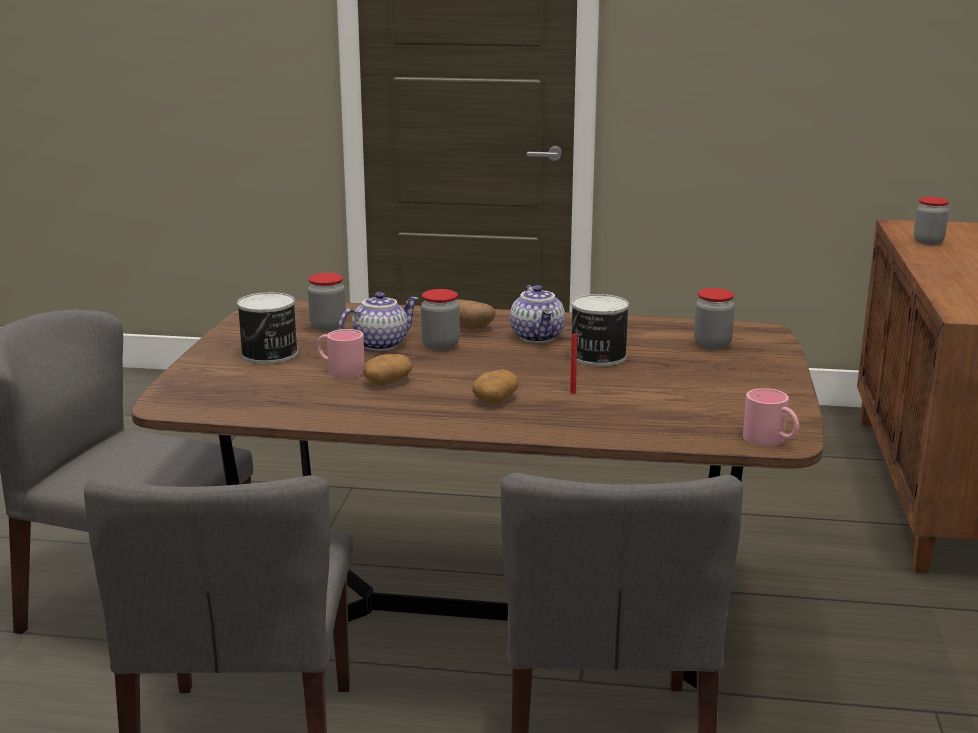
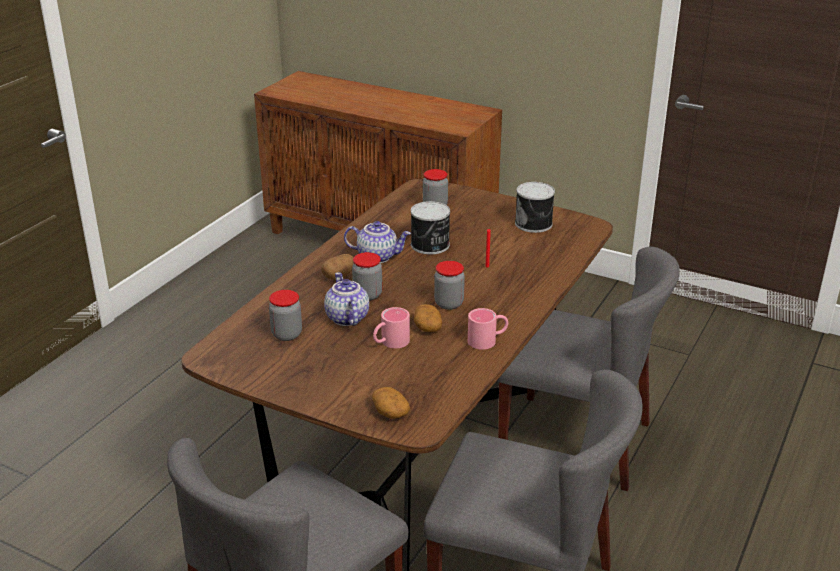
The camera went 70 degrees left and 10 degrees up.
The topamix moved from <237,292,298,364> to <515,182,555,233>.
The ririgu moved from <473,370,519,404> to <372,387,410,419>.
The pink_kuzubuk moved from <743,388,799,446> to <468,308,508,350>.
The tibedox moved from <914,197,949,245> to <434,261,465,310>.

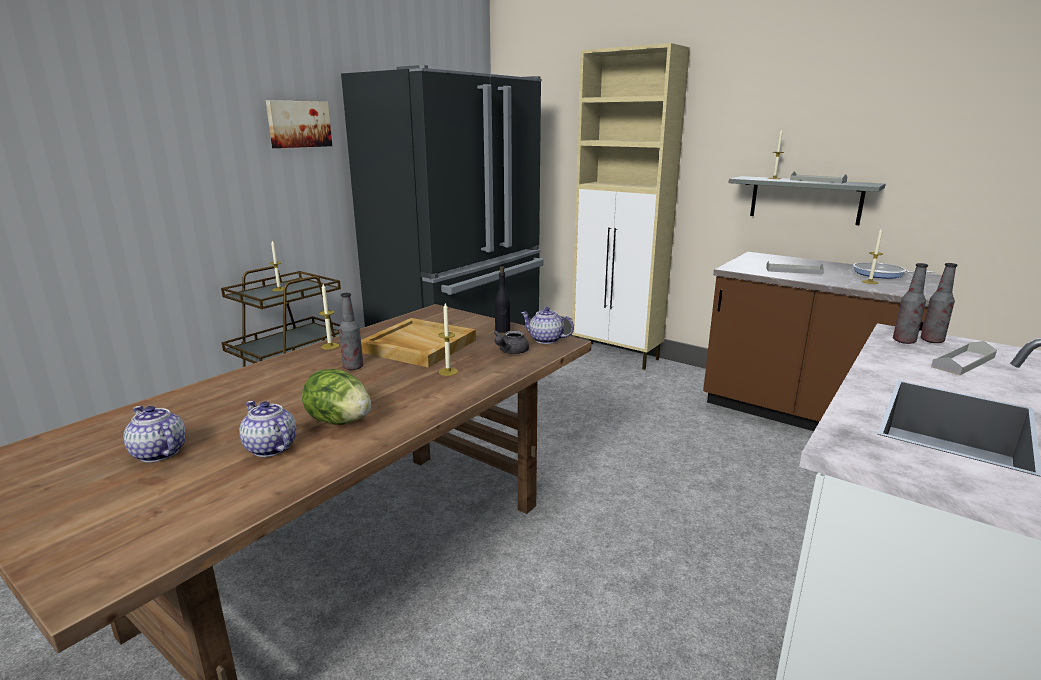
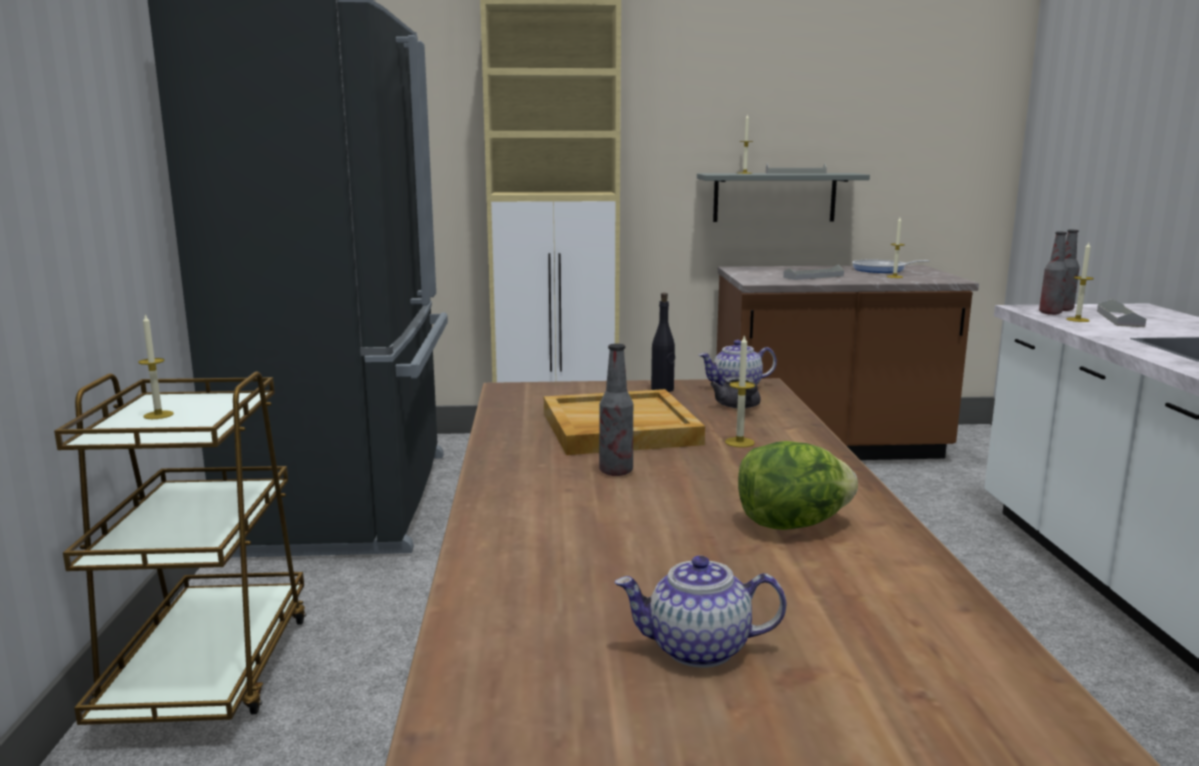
The camera went 40 degrees left and 5 degrees down.
The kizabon at <239,401,296,457> disappeared.
The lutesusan at <266,100,332,148> disappeared.
The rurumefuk moved from <319,284,339,349> to <1066,242,1094,322>.

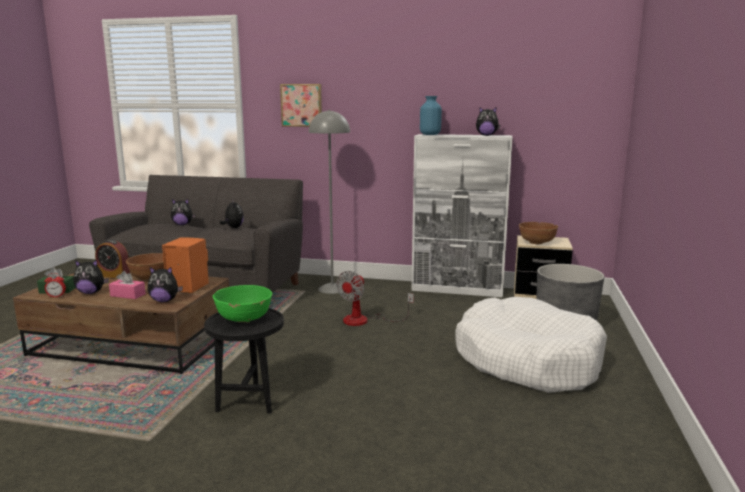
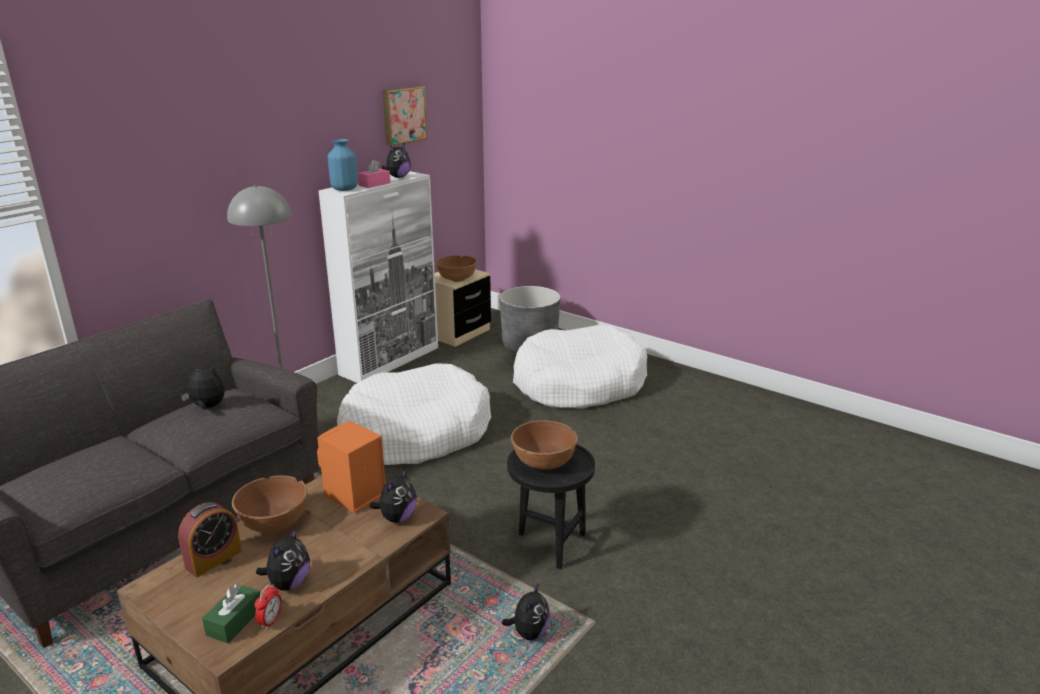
The camera went 65 degrees left and 10 degrees up.
The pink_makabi moved from <109,271,146,299> to <358,160,390,188>.
The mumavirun moved from <171,199,196,225> to <502,583,550,640>.
The lutesusan moved from <280,84,322,127> to <383,86,428,146>.
The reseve at <336,271,414,326> was replaced by the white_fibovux at <337,363,491,465>.
The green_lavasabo at <213,285,272,323> became the brown_lavasabo at <511,420,578,470>.

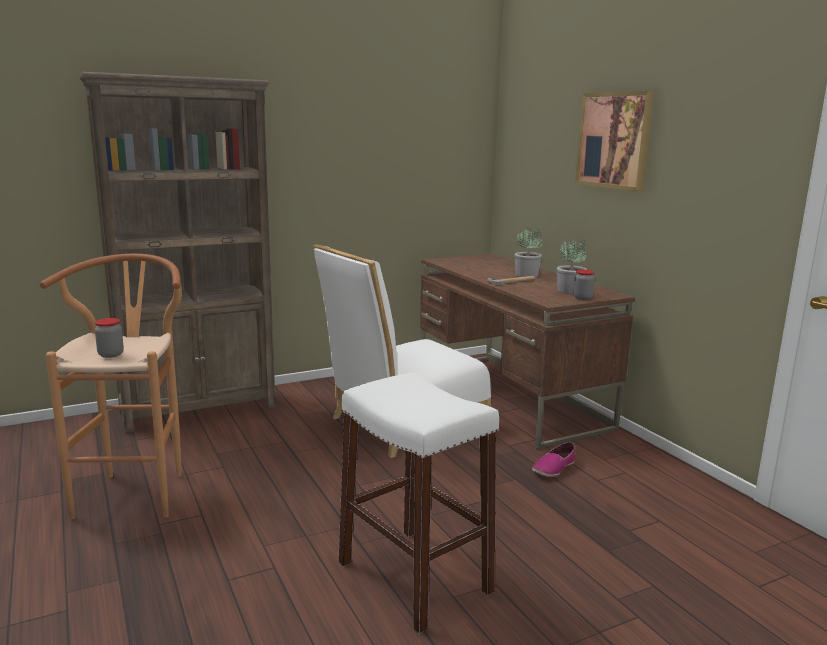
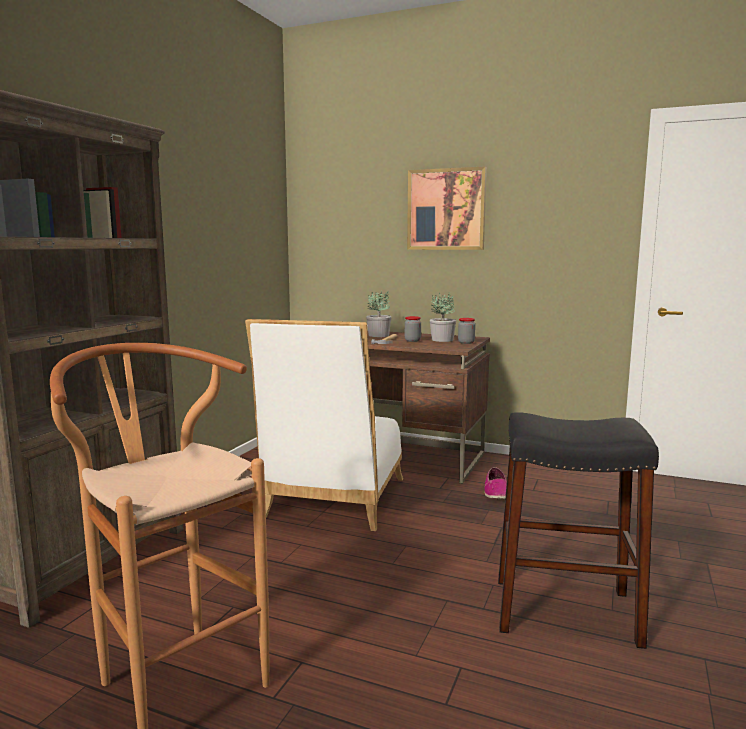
The camera went 40 degrees left and 5 degrees down.
The tibedox moved from <95,318,124,358> to <405,316,421,342>.
The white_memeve at <338,373,499,634> became the black_memeve at <498,412,659,649>.

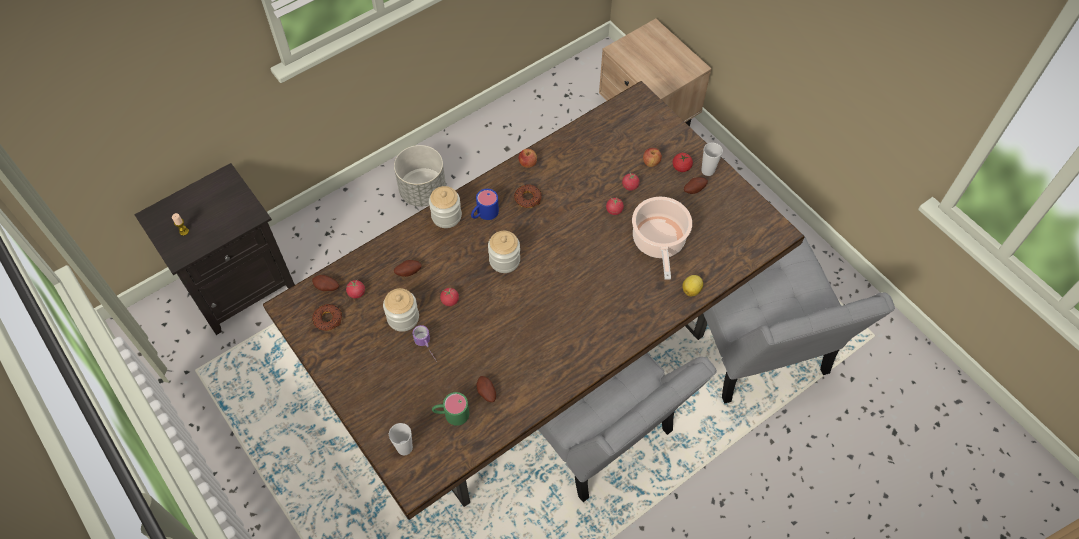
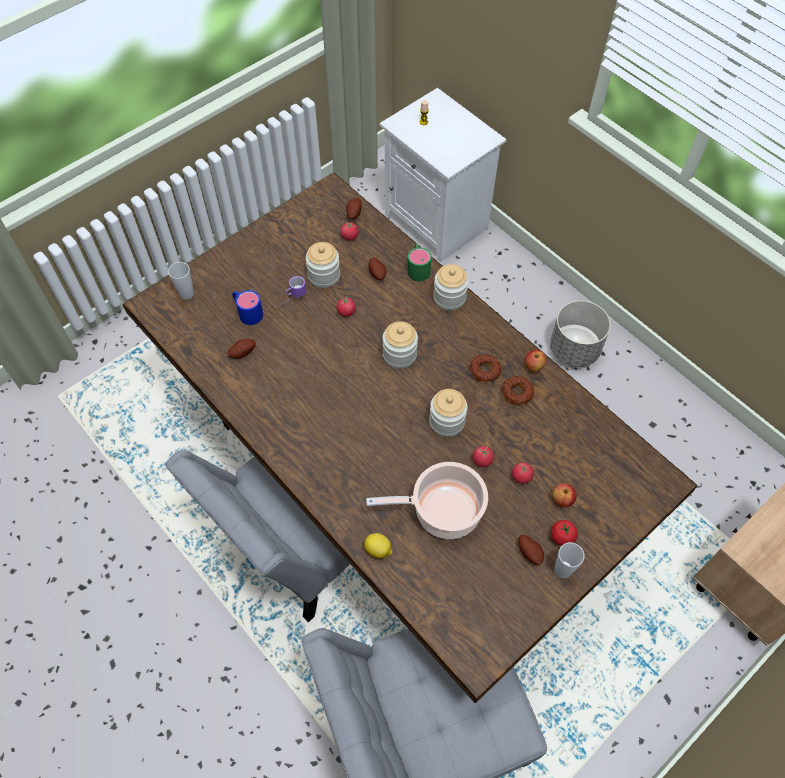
The camera went 85 degrees right and 0 degrees up.
The tibedox at <429,389,468,437> appeared.
The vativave moved from <312,304,342,331> to <502,376,534,404>.
The green_kuzubuk moved from <432,392,469,426> to <407,244,432,281>.
The blue_kuzubuk moved from <471,189,499,220> to <232,290,263,325>.
The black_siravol at <134,163,295,335> became the white_siravol at <380,88,506,262>.

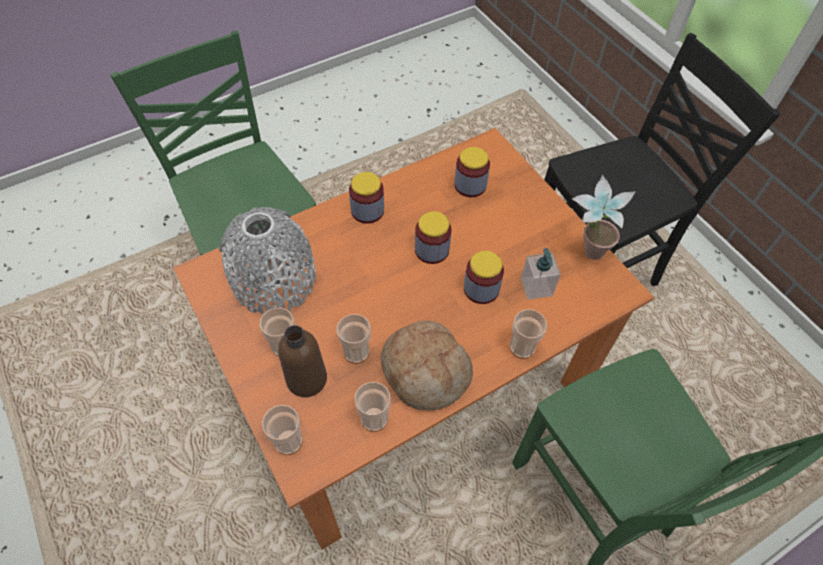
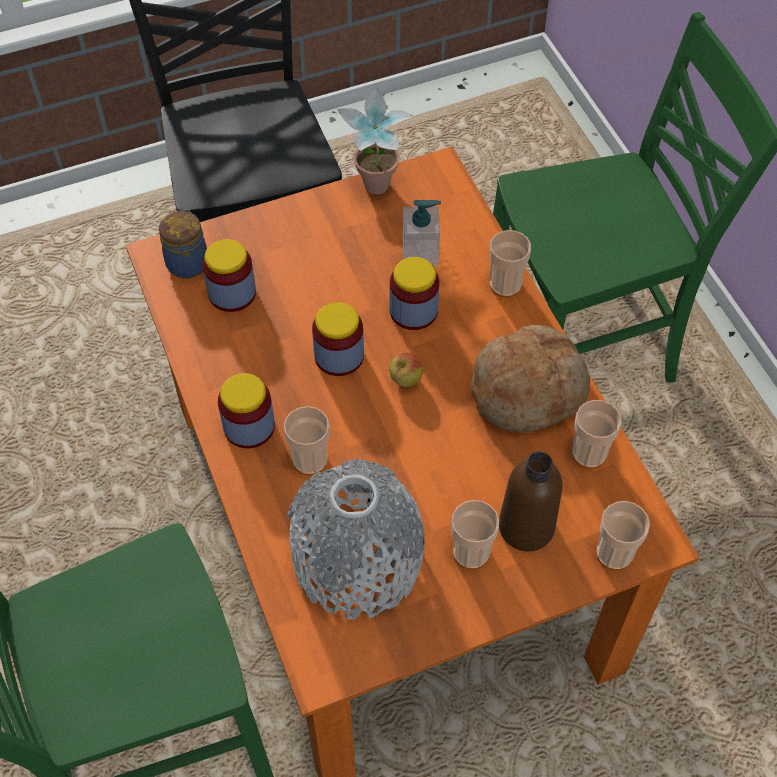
The camera went 80 degrees left and 0 degrees up.
The tibedox at <159,209,207,278> appeared.
The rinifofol at <389,353,423,387> appeared.
The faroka moved from <337,314,371,364> to <284,406,329,475>.

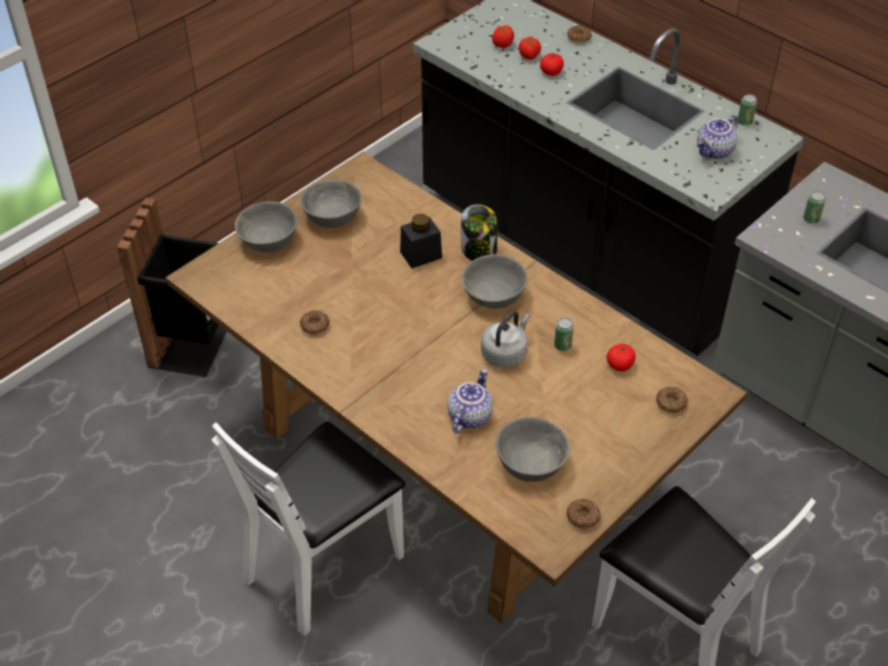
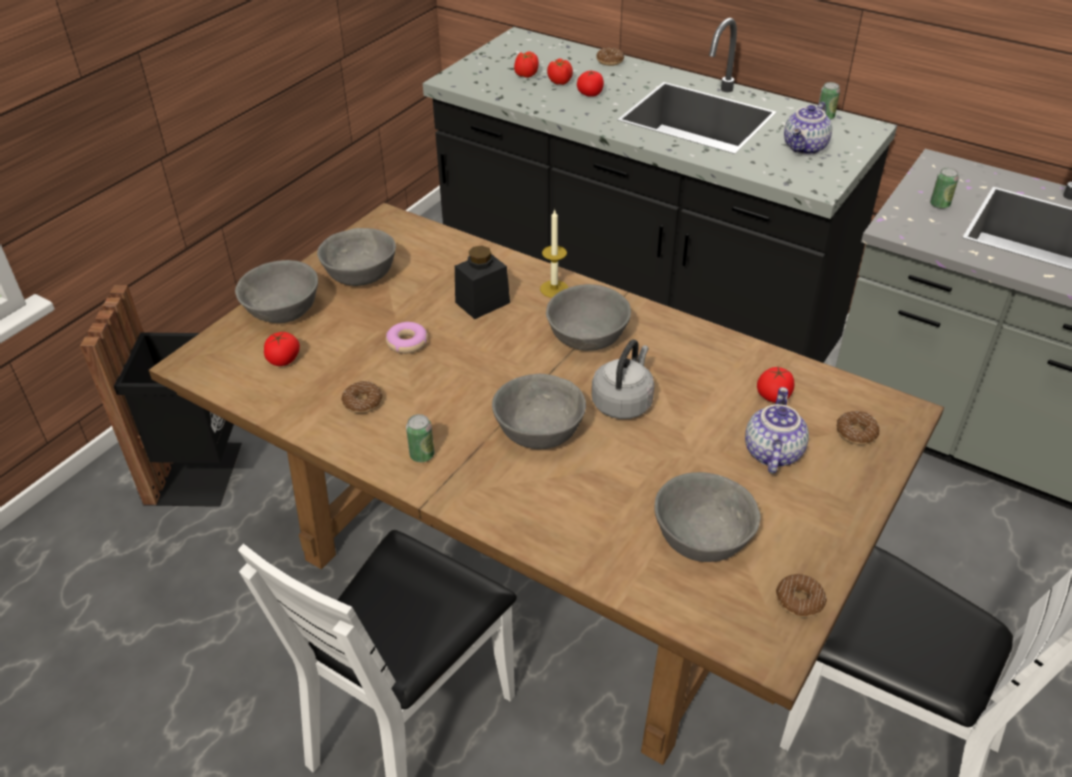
The camera went 10 degrees left and 5 degrees down.
The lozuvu at <264,332,300,366> appeared.
The vativave at <386,322,428,354> appeared.
The grey_lavasabo at <492,374,586,449> appeared.
The kizabon moved from <447,369,493,433> to <745,387,809,474>.
The topamix moved from <554,318,574,351> to <406,414,434,462>.
The tibedox at <461,204,497,261> was replaced by the rurumefuk at <540,209,568,298>.

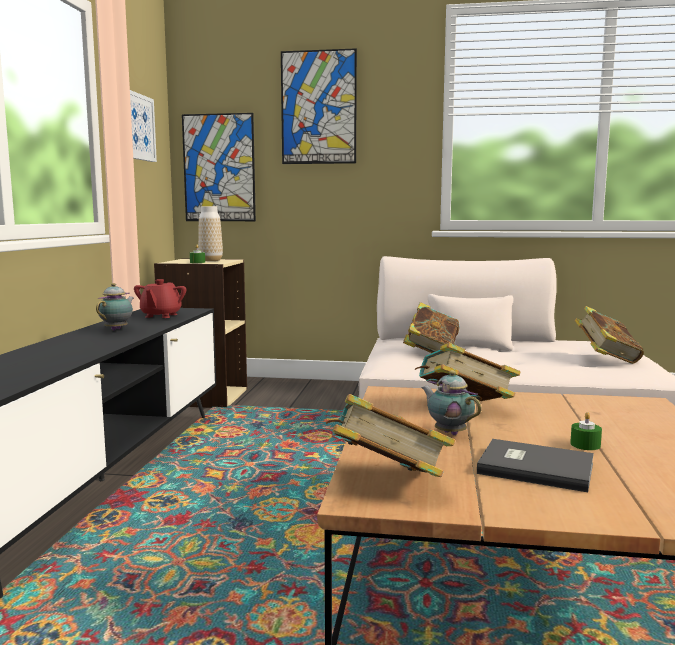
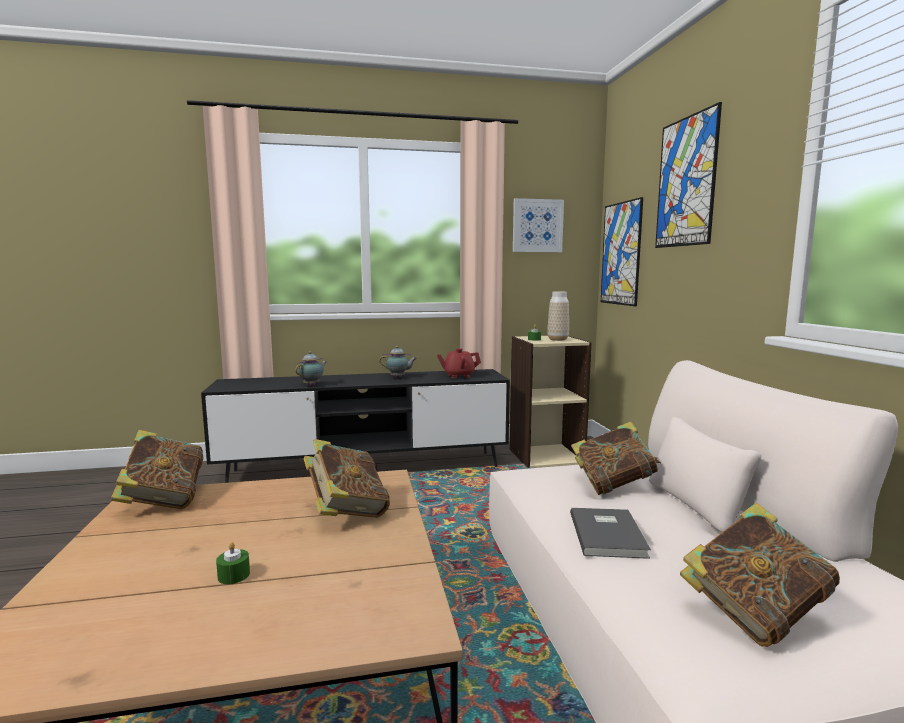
The camera went 70 degrees right and 0 degrees up.
The kizabon moved from <421,370,482,435> to <295,351,326,386>.
The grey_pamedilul moved from <477,439,594,492> to <570,508,651,559>.

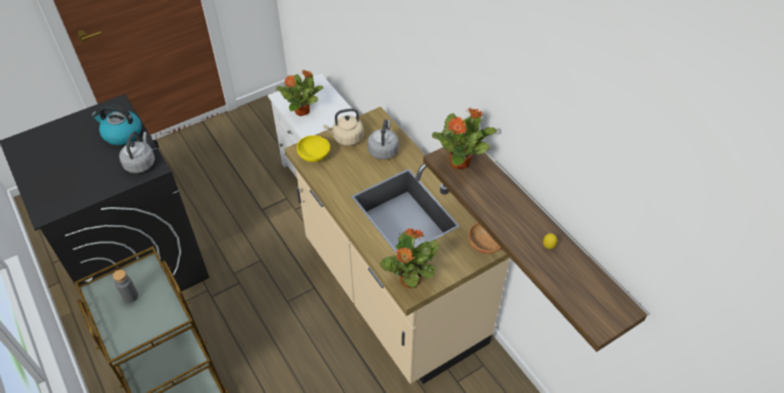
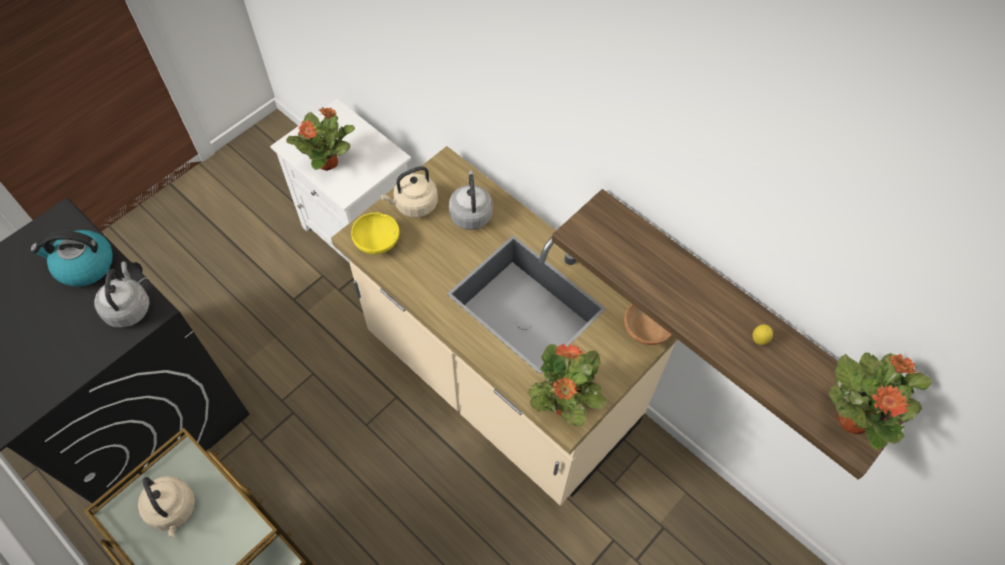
The camera went 15 degrees left and 10 degrees up.
The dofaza moved from <432,107,497,170> to <828,353,932,450>.
The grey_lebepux at <113,270,138,303> was replaced by the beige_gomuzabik at <138,476,195,538>.

